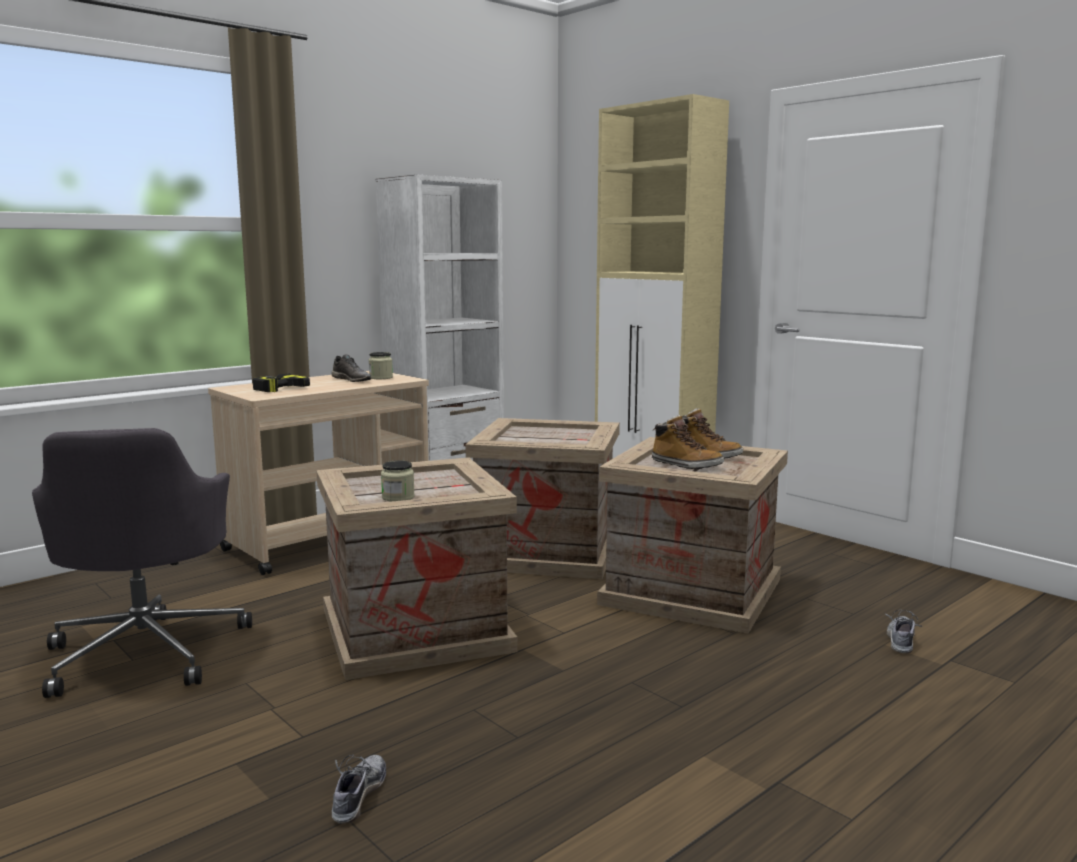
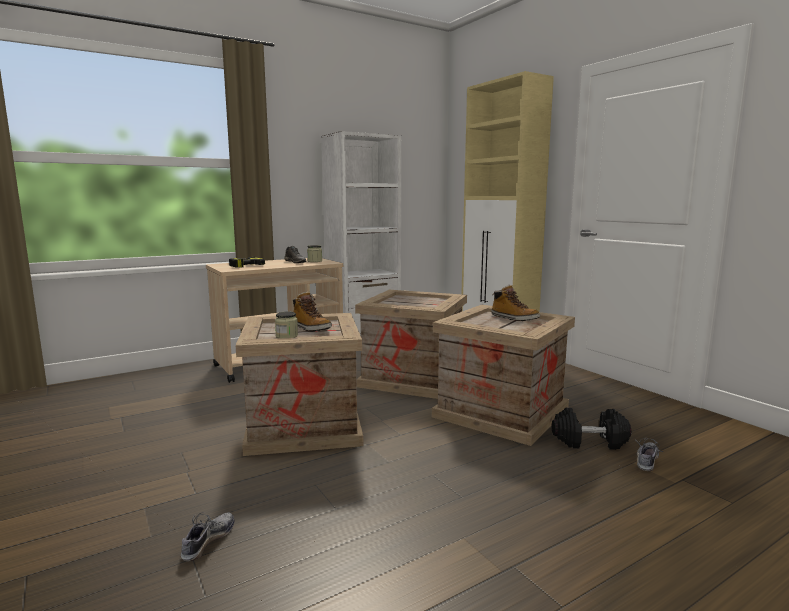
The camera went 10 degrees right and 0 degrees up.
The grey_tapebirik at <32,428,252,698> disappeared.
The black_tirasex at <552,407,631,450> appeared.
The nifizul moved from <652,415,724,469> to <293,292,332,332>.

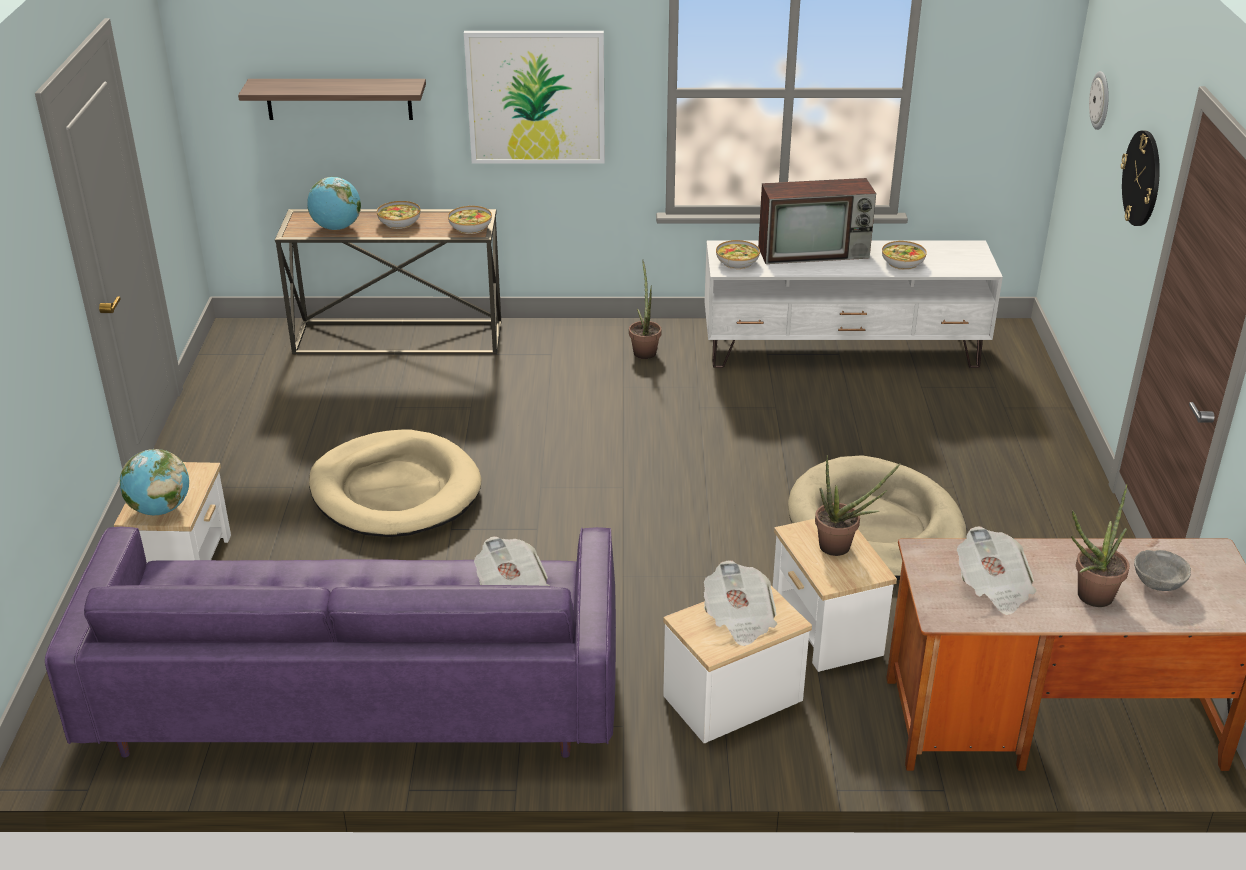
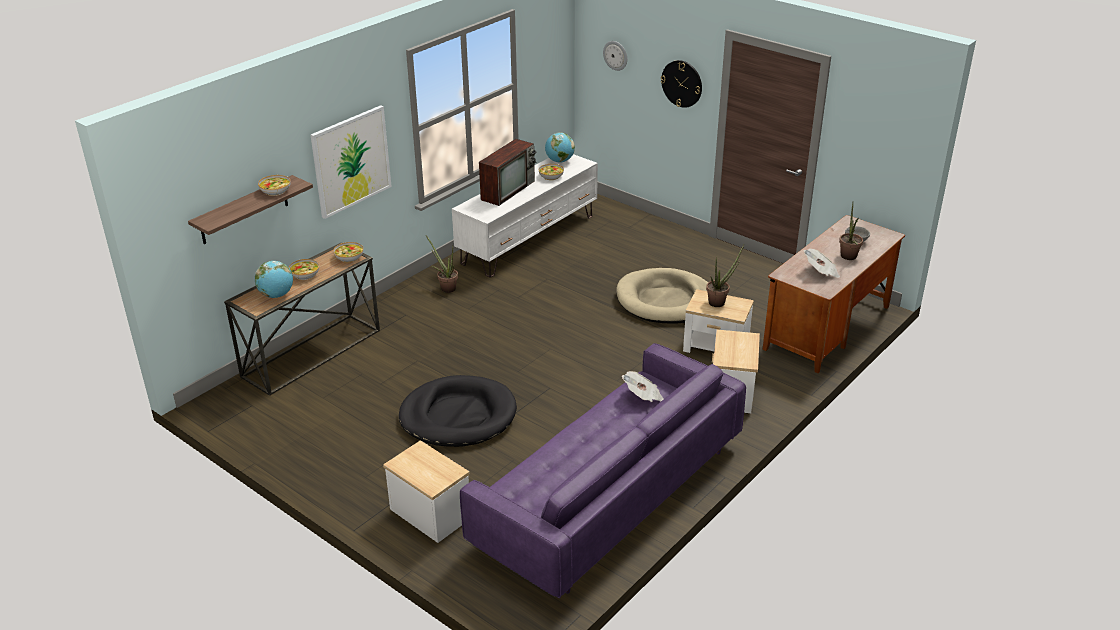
The camera went 50 degrees left and 0 degrees up.
The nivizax at <704,560,777,646> disappeared.
The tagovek moved from <120,449,189,515> to <545,132,575,163>.
The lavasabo moved from <716,240,760,269> to <258,175,291,196>.
The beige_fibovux at <309,429,482,537> became the black_fibovux at <399,375,517,447>.

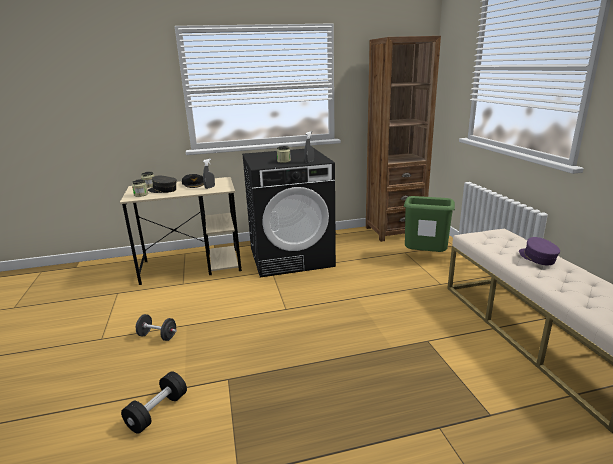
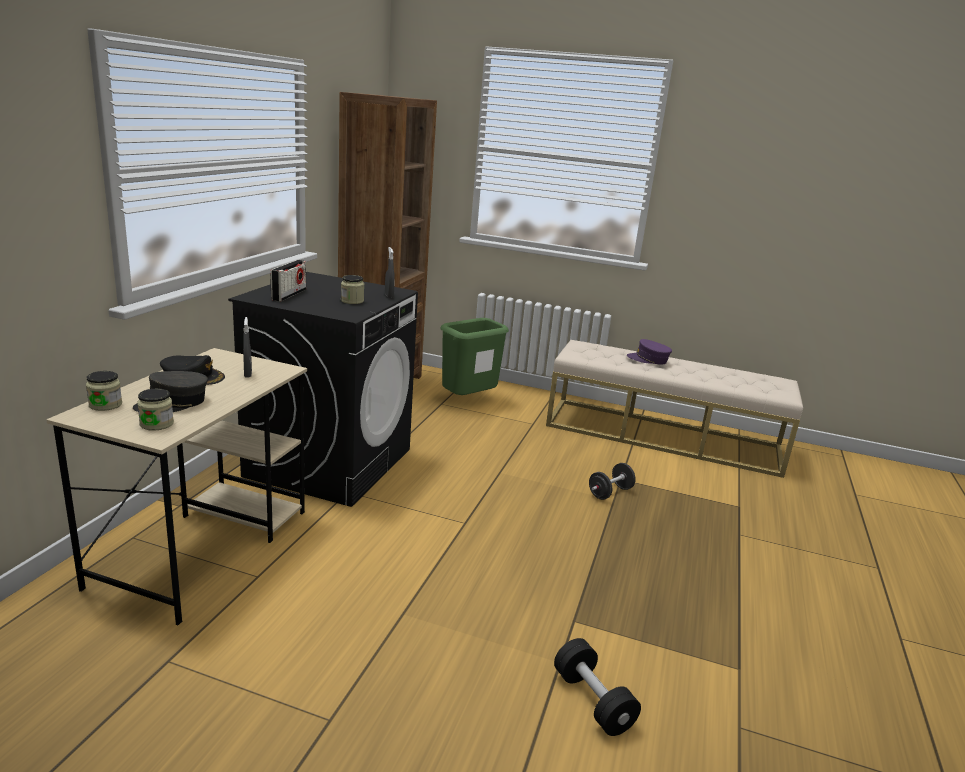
The camera went 60 degrees left and 0 degrees up.
The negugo at <270,260,306,302> appeared.
The black_tirasex moved from <136,314,177,341> to <589,463,636,500>.

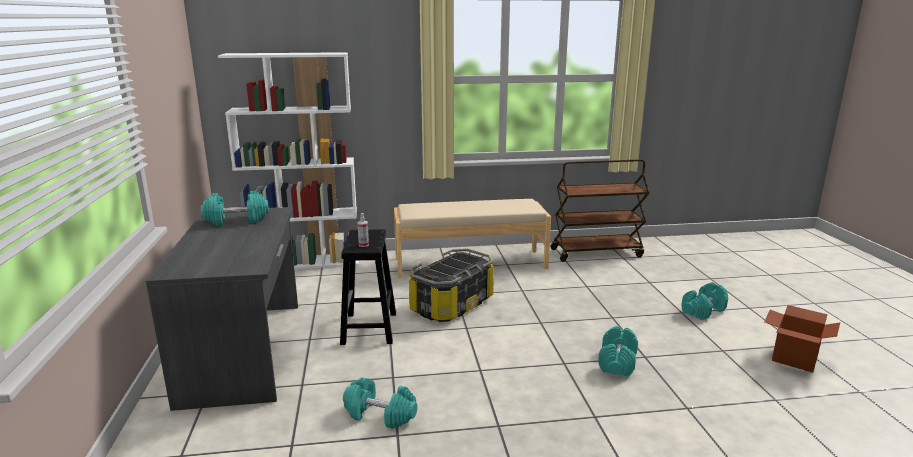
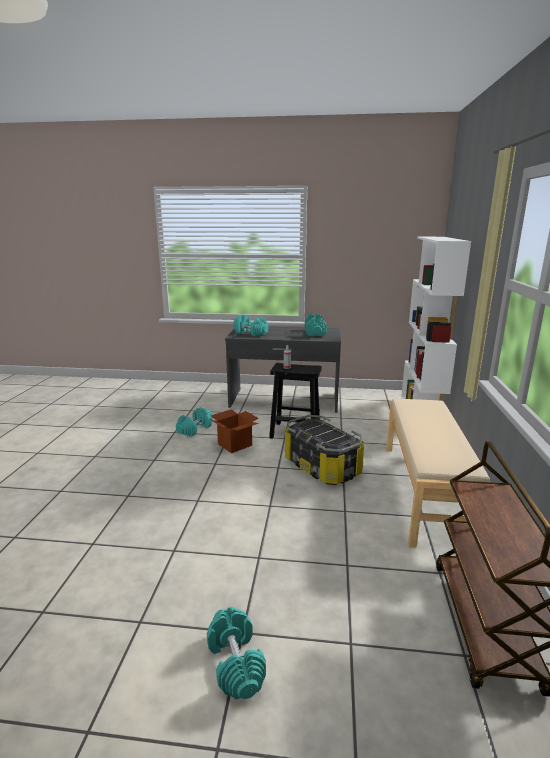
The camera went 105 degrees right and 0 degrees up.
The turquoise_tirasex moved from <598,326,638,377> to <233,315,269,337>.
The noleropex moved from <764,305,840,373> to <210,409,259,453>.

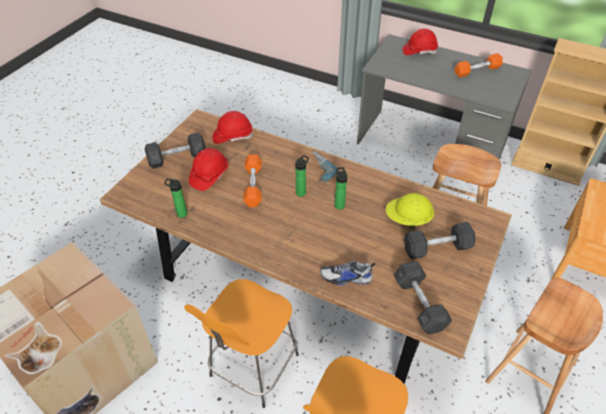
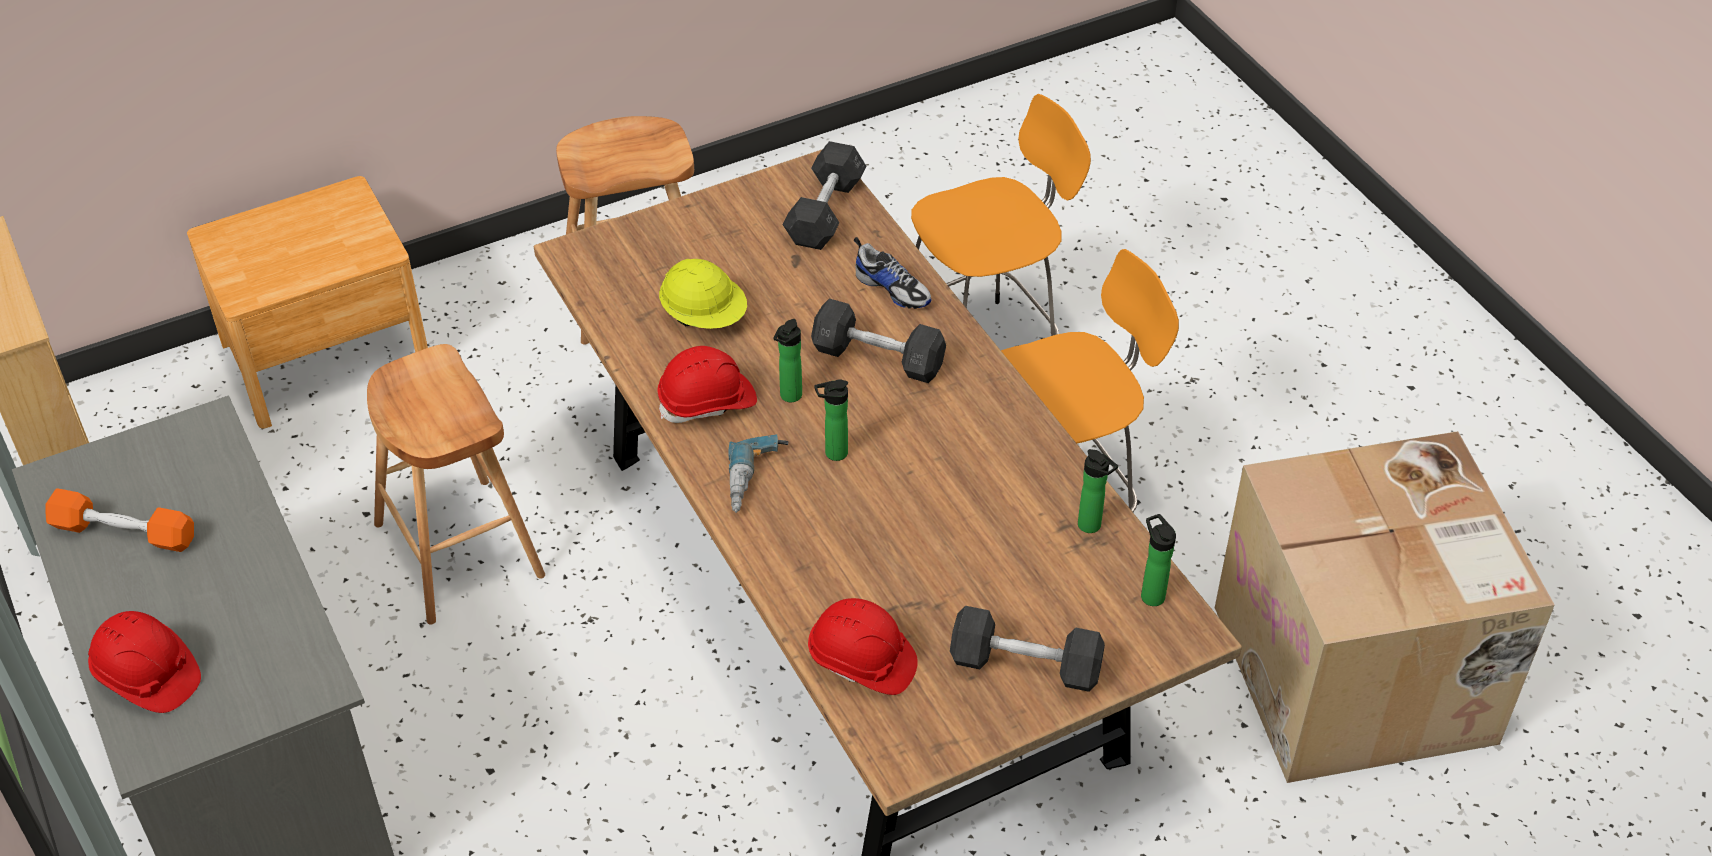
The camera went 145 degrees left and 0 degrees up.
The orange_tirasex at <243,154,262,207> disappeared.
The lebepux at <1141,514,1176,606> appeared.
The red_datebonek moved from <189,148,228,191> to <657,346,757,423>.
The grey_tirasex moved from <404,222,475,259> to <811,298,946,383>.

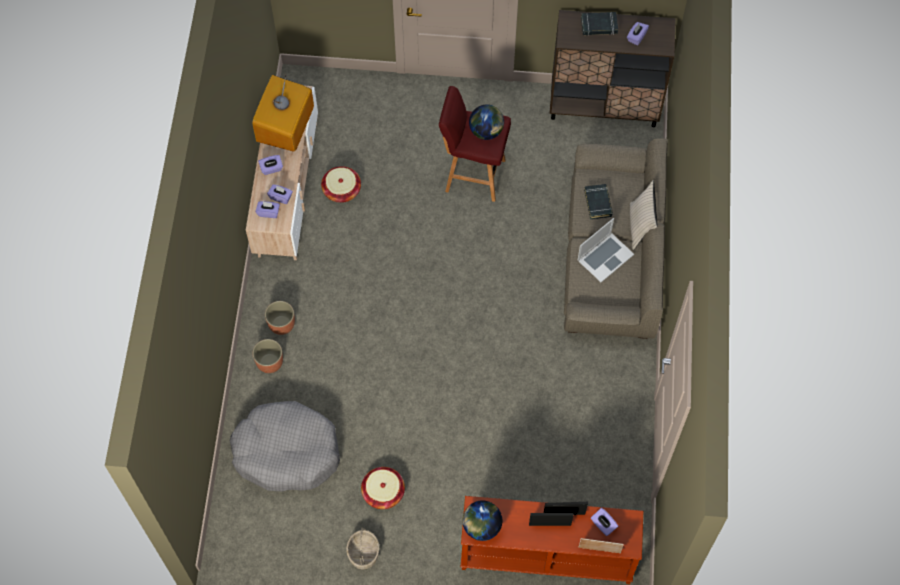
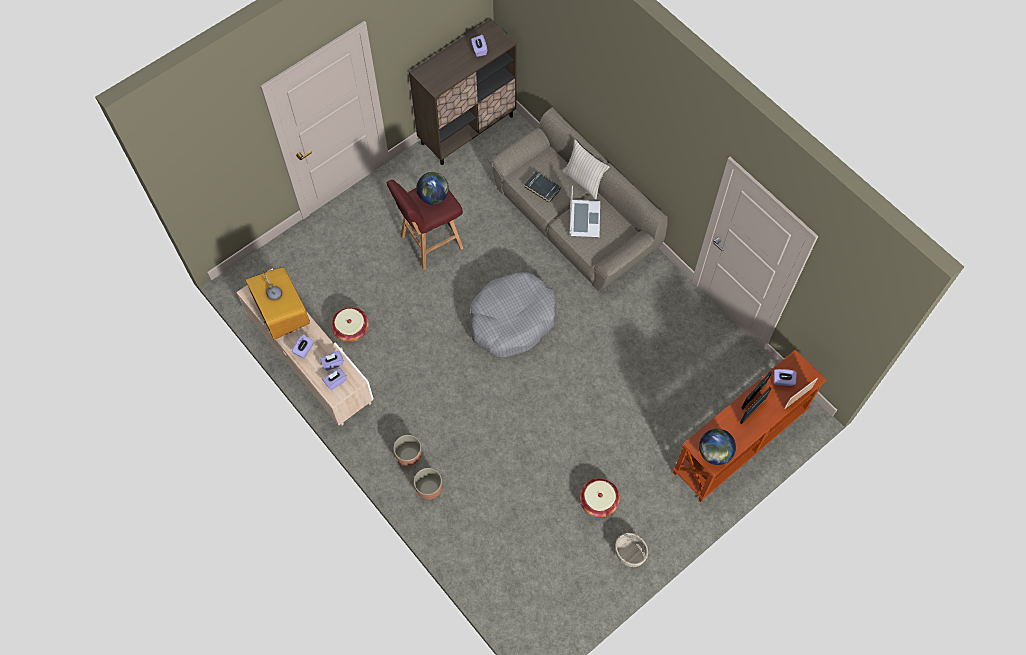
The camera went 45 degrees left and 0 degrees up.
The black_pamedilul at <581,12,618,36> disappeared.
The grey_fibovux moved from <230,401,340,491> to <471,272,556,358>.

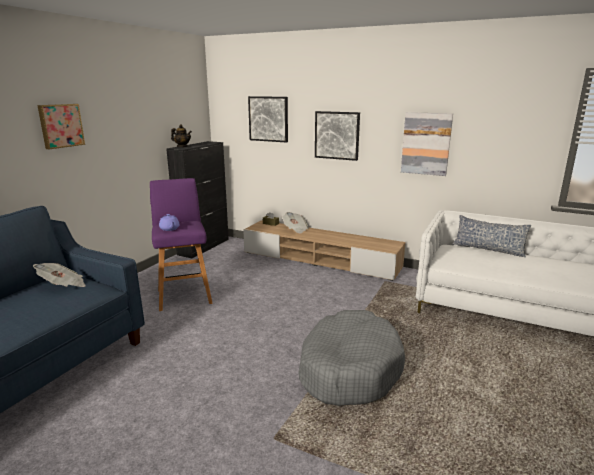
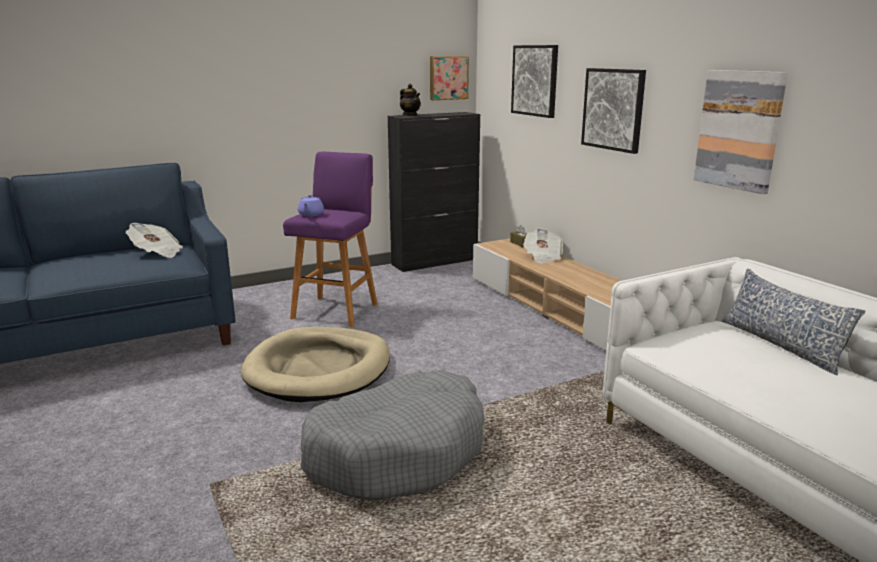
The camera went 35 degrees right and 0 degrees up.
The beige_fibovux at <241,327,390,402> appeared.
The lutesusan moved from <37,104,85,149> to <430,56,469,100>.

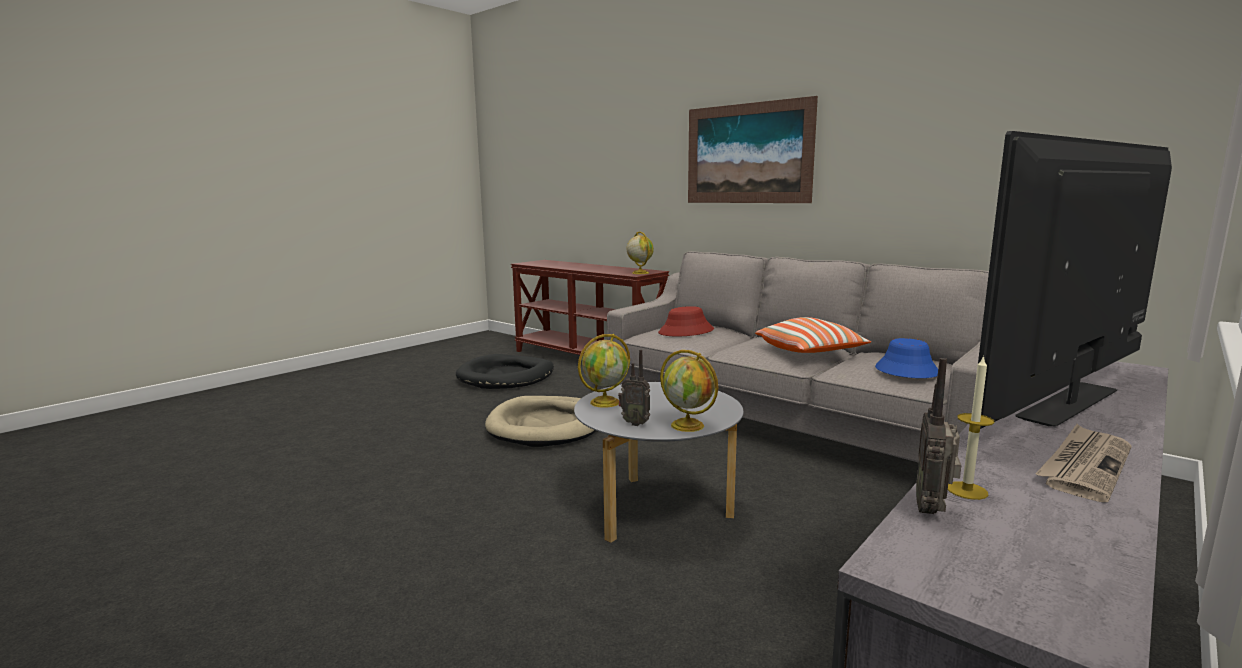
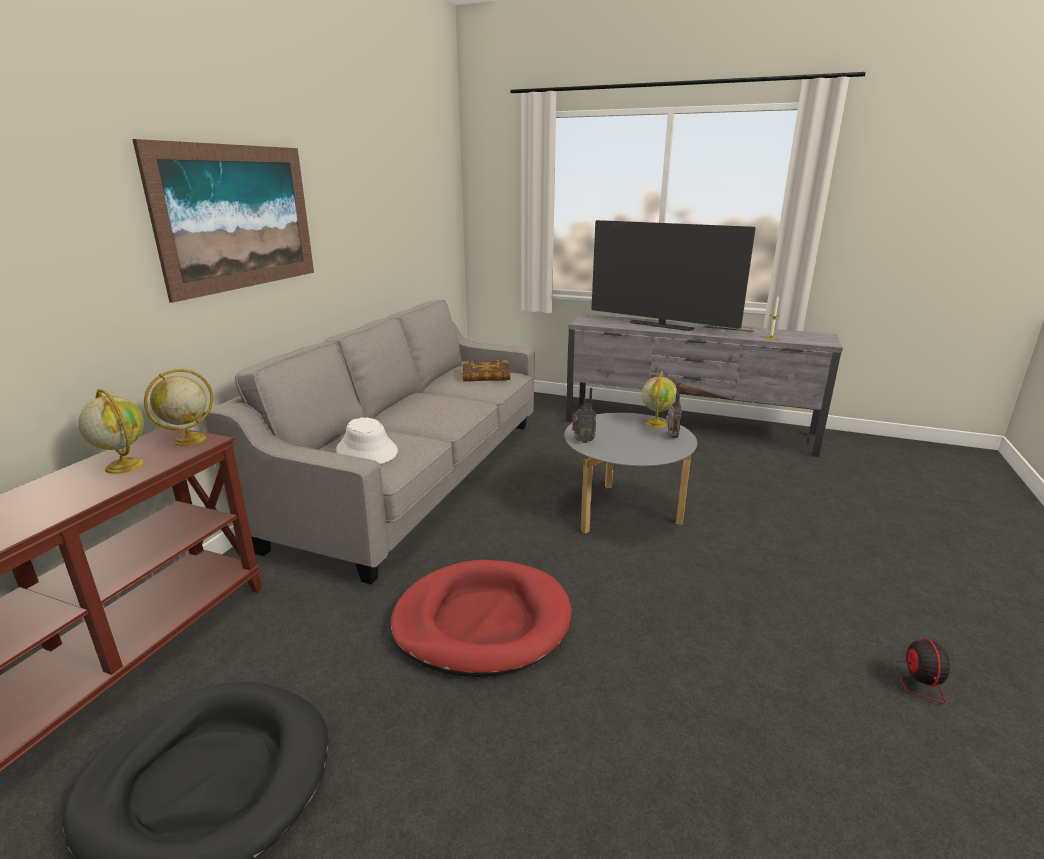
The camera went 110 degrees left and 10 degrees up.
The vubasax at <755,317,871,353> disappeared.
The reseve at <804,637,950,703> appeared.
The tagovek moved from <578,334,630,408> to <78,389,145,474>.
The negugo moved from <916,358,961,514> to <572,388,597,443>.
The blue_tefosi at <875,338,938,378> was replaced by the pamedilul at <462,360,510,382>.
The beige_fibovux at <485,396,596,447> became the red_fibovux at <390,560,572,677>.
The red_tefosi at <658,306,714,336> became the white_tefosi at <336,417,398,464>.

